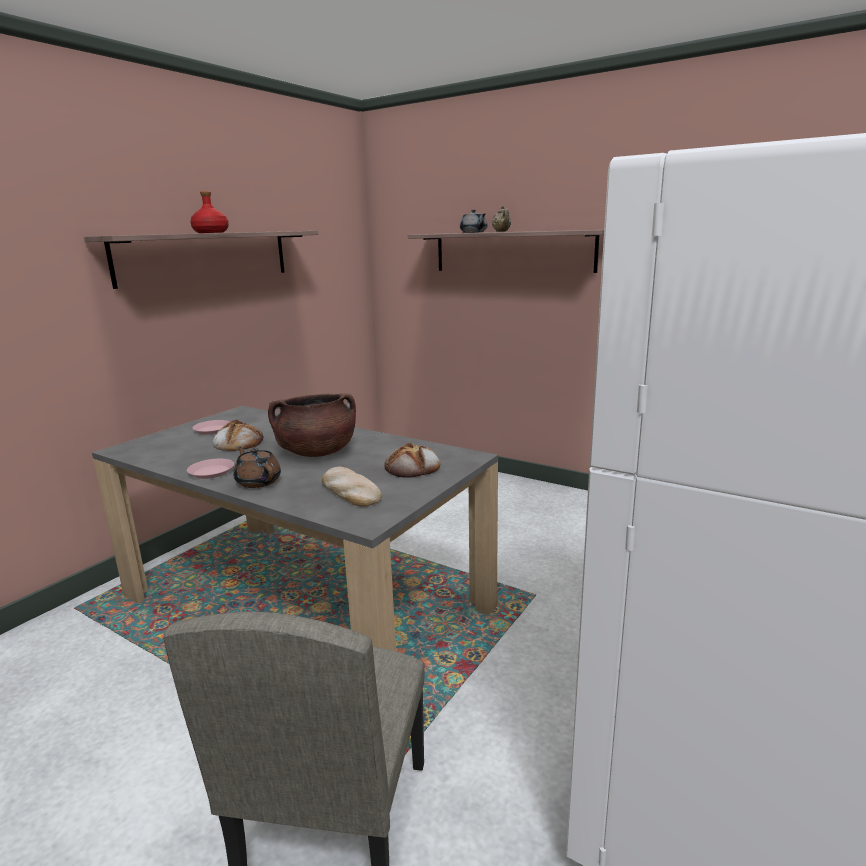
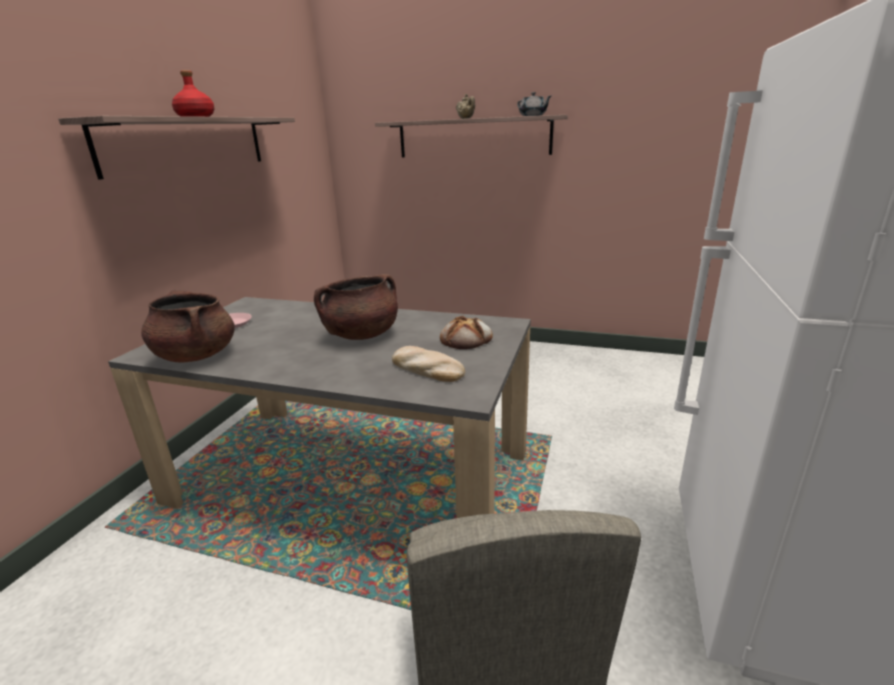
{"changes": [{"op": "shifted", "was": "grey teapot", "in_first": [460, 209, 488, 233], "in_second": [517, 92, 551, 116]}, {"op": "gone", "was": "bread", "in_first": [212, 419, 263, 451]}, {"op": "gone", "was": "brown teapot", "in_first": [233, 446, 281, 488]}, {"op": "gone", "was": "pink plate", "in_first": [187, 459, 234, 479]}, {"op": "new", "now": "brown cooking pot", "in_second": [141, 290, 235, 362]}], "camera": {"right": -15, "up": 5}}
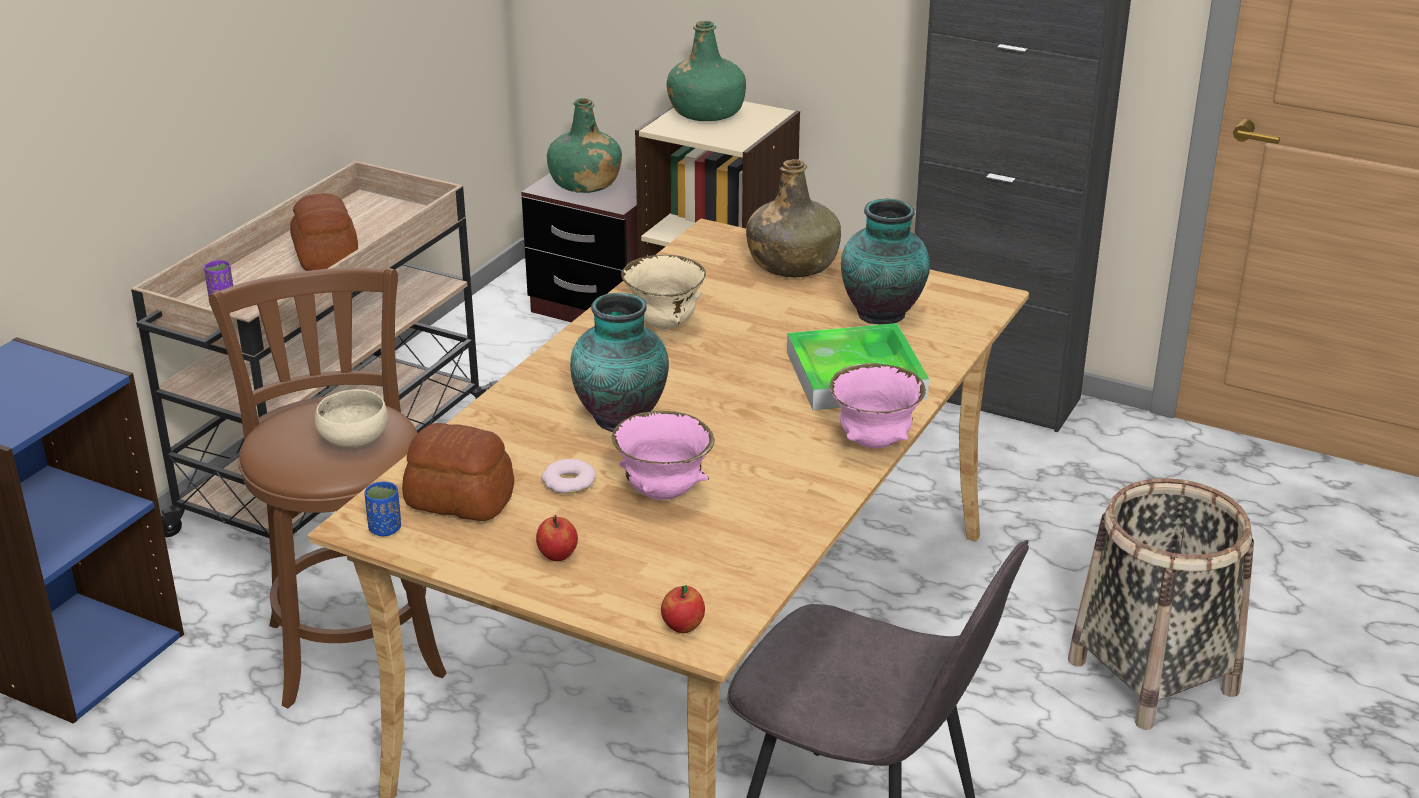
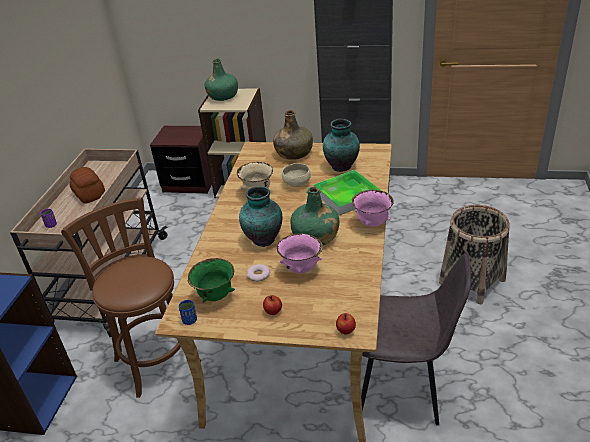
{"changes": [{"op": "shifted", "was": "green bottle", "in_first": [547, 98, 622, 193], "in_second": [290, 187, 339, 245]}, {"op": "shifted", "was": "beige bowl", "in_first": [315, 389, 388, 448], "in_second": [282, 163, 311, 187]}, {"op": "swapped", "was": "bread", "now": "green bowl", "in_first": [402, 423, 514, 521], "in_second": [188, 258, 235, 302]}], "camera": {"right": -15, "up": 5}}
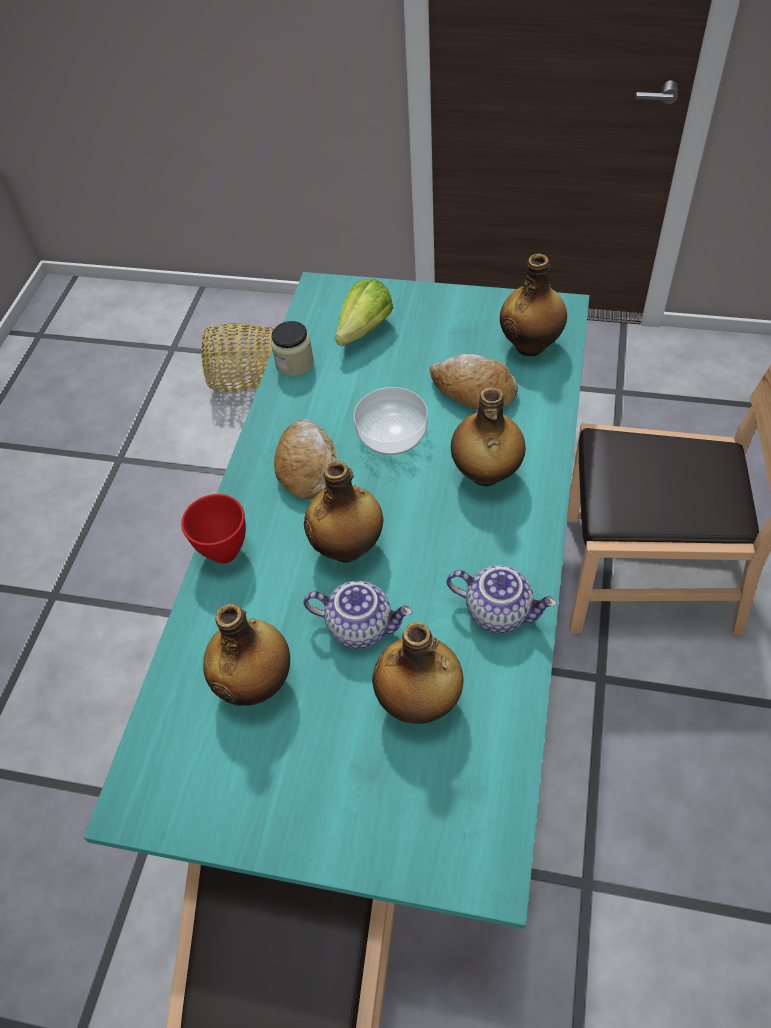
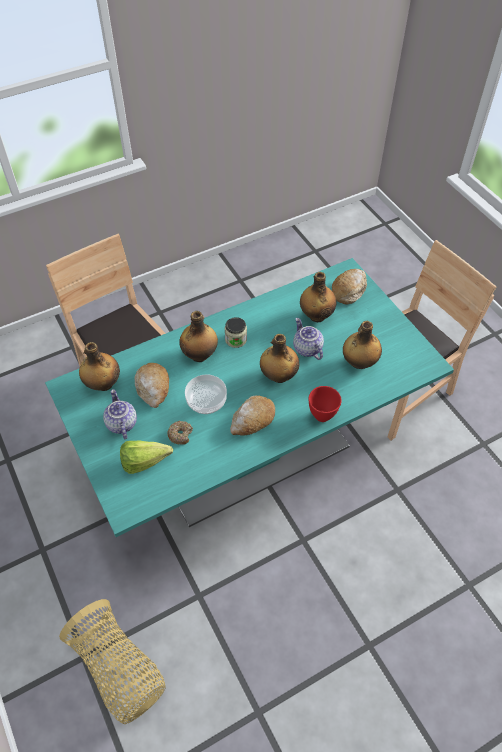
{"changes": [{"op": "shifted", "was": "jar", "in_first": [271, 321, 314, 376], "in_second": [225, 317, 247, 348]}, {"op": "shifted", "was": "teapot", "in_first": [447, 565, 557, 633], "in_second": [103, 389, 137, 439]}, {"op": "new", "now": "bread", "in_second": [332, 269, 367, 304]}, {"op": "new", "now": "donut", "in_second": [167, 421, 193, 445]}], "camera": {"right": -135, "up": 0}}
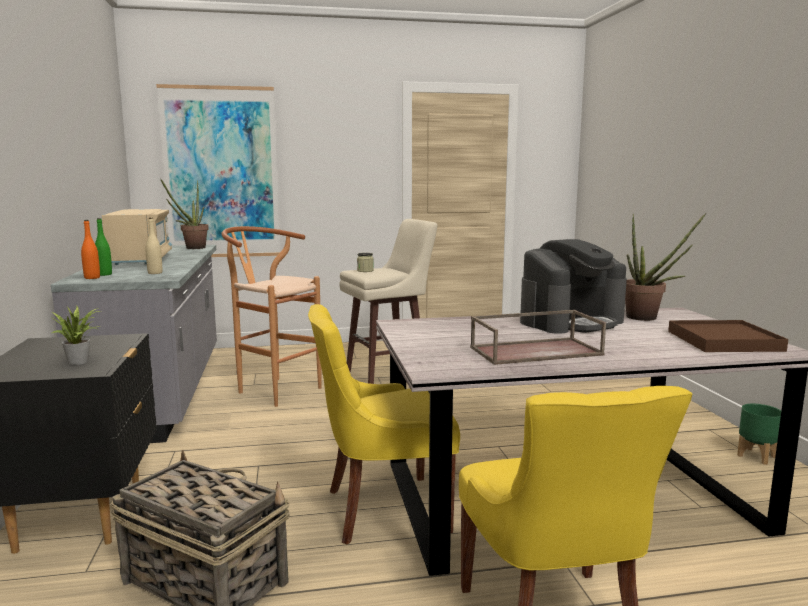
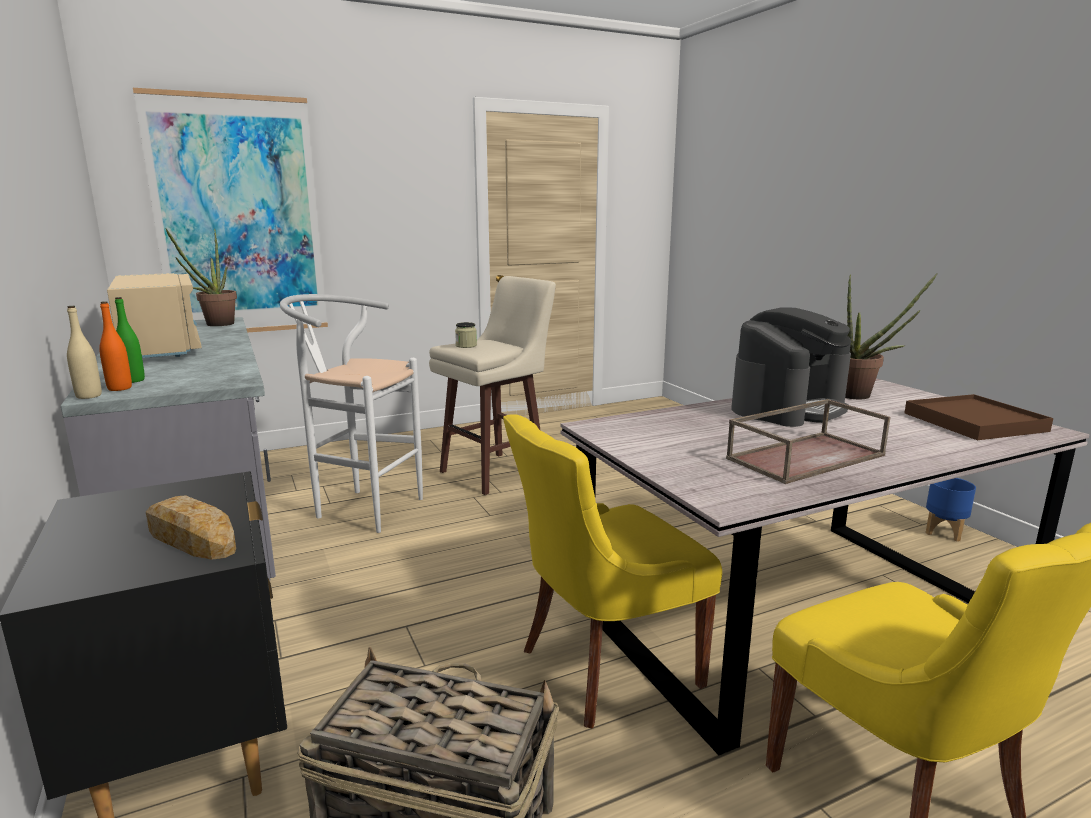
{"changes": [{"op": "shifted", "was": "beige bottle", "in_first": [145, 218, 162, 274], "in_second": [67, 306, 102, 399]}, {"op": "repainted", "was": "brown stool", "now": "white stool", "in_first": [221, 226, 322, 407], "in_second": [280, 294, 423, 533]}, {"op": "swapped", "was": "potted plant", "now": "bread", "in_first": [52, 306, 100, 365], "in_second": [146, 495, 236, 560]}, {"op": "repainted", "was": "green planter", "now": "blue planter", "in_first": [737, 404, 781, 465], "in_second": [926, 478, 976, 542]}], "camera": {"right": -15, "up": 5}}
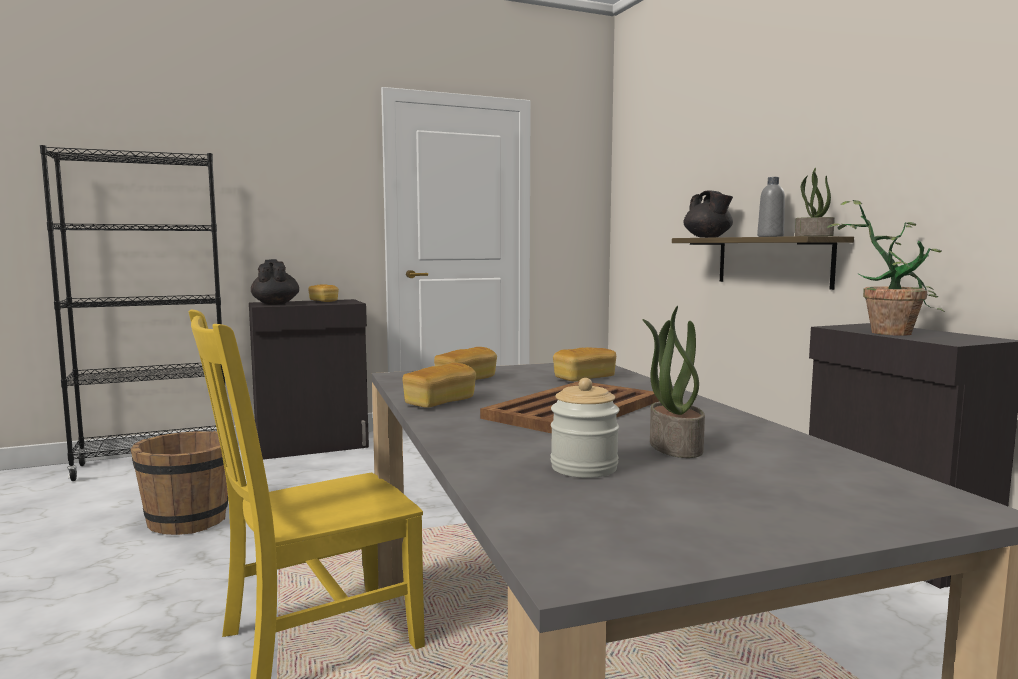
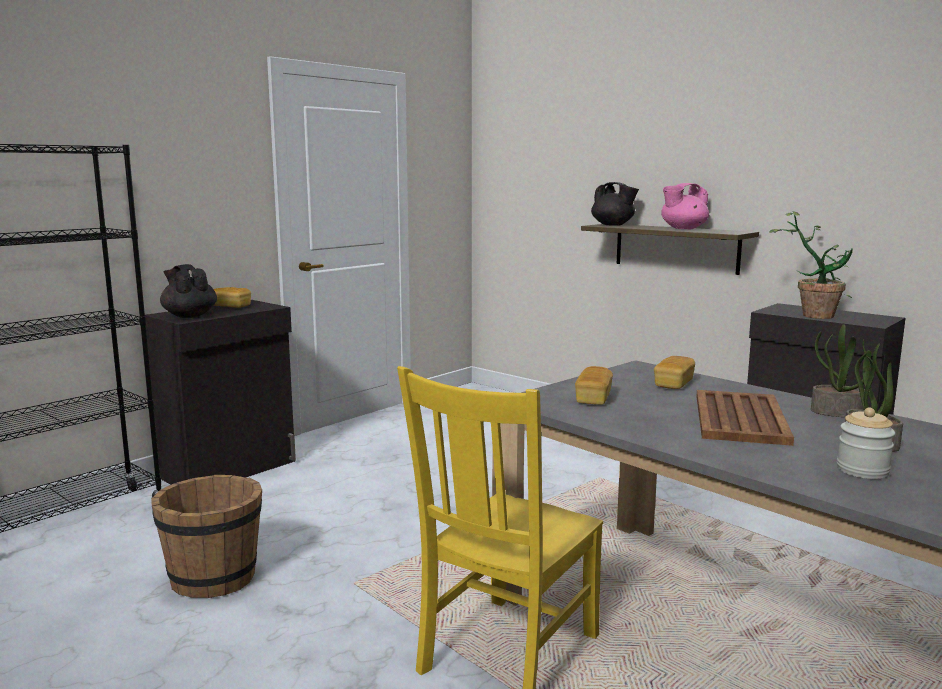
{"changes": [{"op": "shifted", "was": "potted plant", "in_first": [795, 168, 835, 236], "in_second": [811, 324, 871, 417]}, {"op": "swapped", "was": "grey bottle", "now": "pink teapot", "in_first": [757, 177, 785, 237], "in_second": [661, 183, 709, 229]}, {"op": "gone", "was": "bread", "in_first": [402, 363, 476, 408]}], "camera": {"right": -25, "up": 5}}
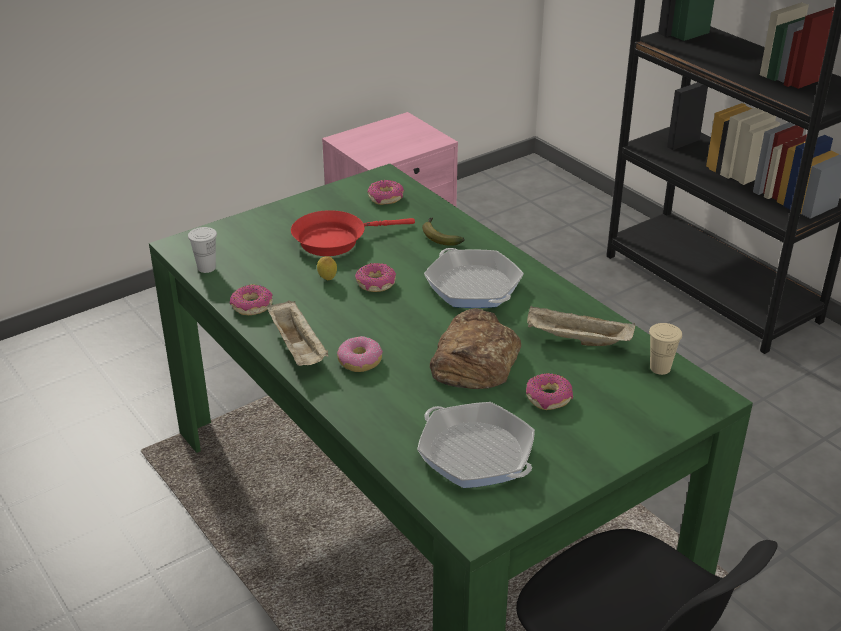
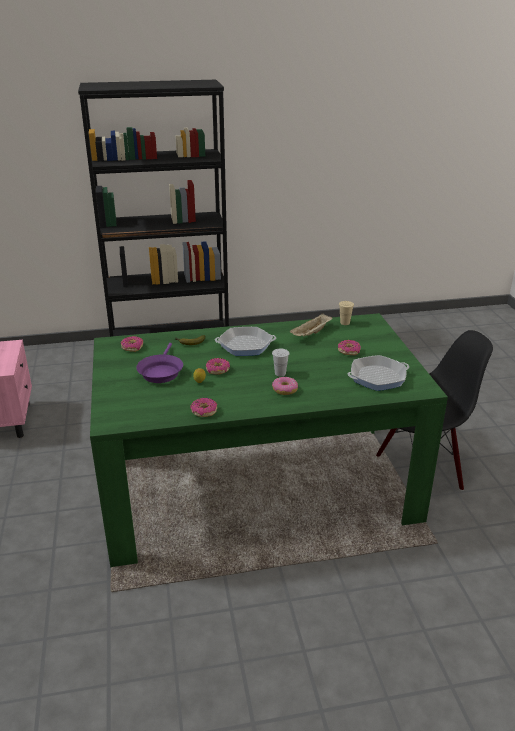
{"changes": [{"op": "repainted", "was": "red frying pan", "now": "purple frying pan", "in_first": [291, 210, 415, 256], "in_second": [136, 343, 183, 383]}, {"op": "shifted", "was": "white cup", "in_first": [188, 227, 217, 273], "in_second": [272, 349, 290, 377]}, {"op": "gone", "was": "beige tray", "in_first": [267, 300, 329, 366]}, {"op": "gone", "was": "bread", "in_first": [430, 308, 521, 389]}], "camera": {"right": -65, "up": -5}}
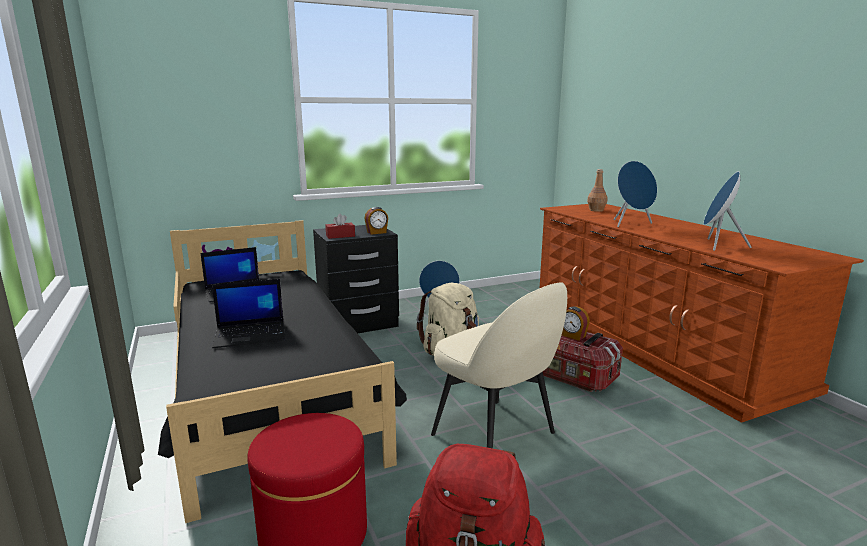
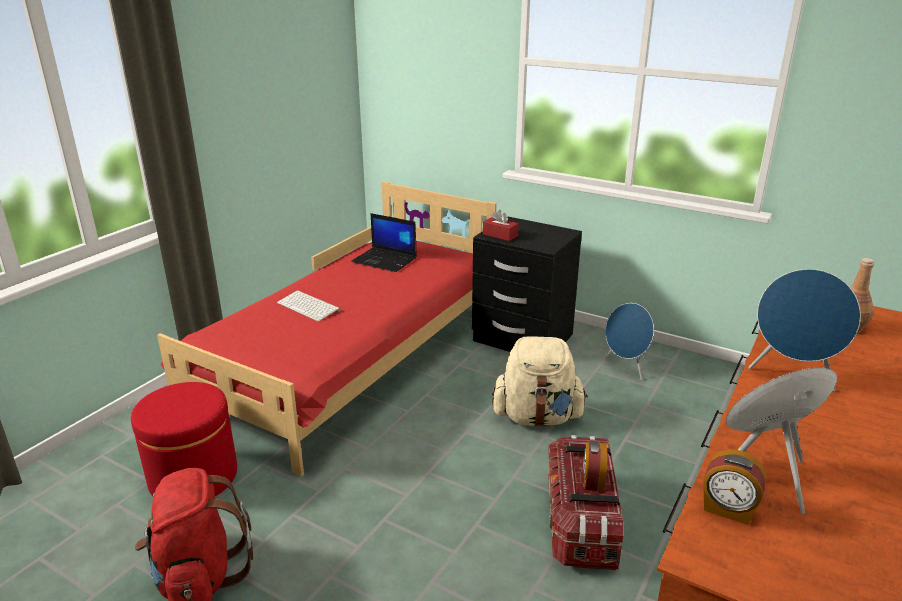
{"changes": [{"op": "shifted", "was": "alarm clock", "in_first": [364, 207, 388, 235], "in_second": [703, 449, 766, 525]}, {"op": "repainted", "was": "black bed", "now": "red bed", "in_first": [158, 220, 407, 523], "in_second": [157, 182, 497, 477]}, {"op": "swapped", "was": "laptop", "now": "keyboard", "in_first": [212, 279, 285, 348], "in_second": [277, 290, 341, 321]}, {"op": "gone", "was": "beige chair", "in_first": [431, 282, 567, 449]}], "camera": {"right": 55, "up": 10}}
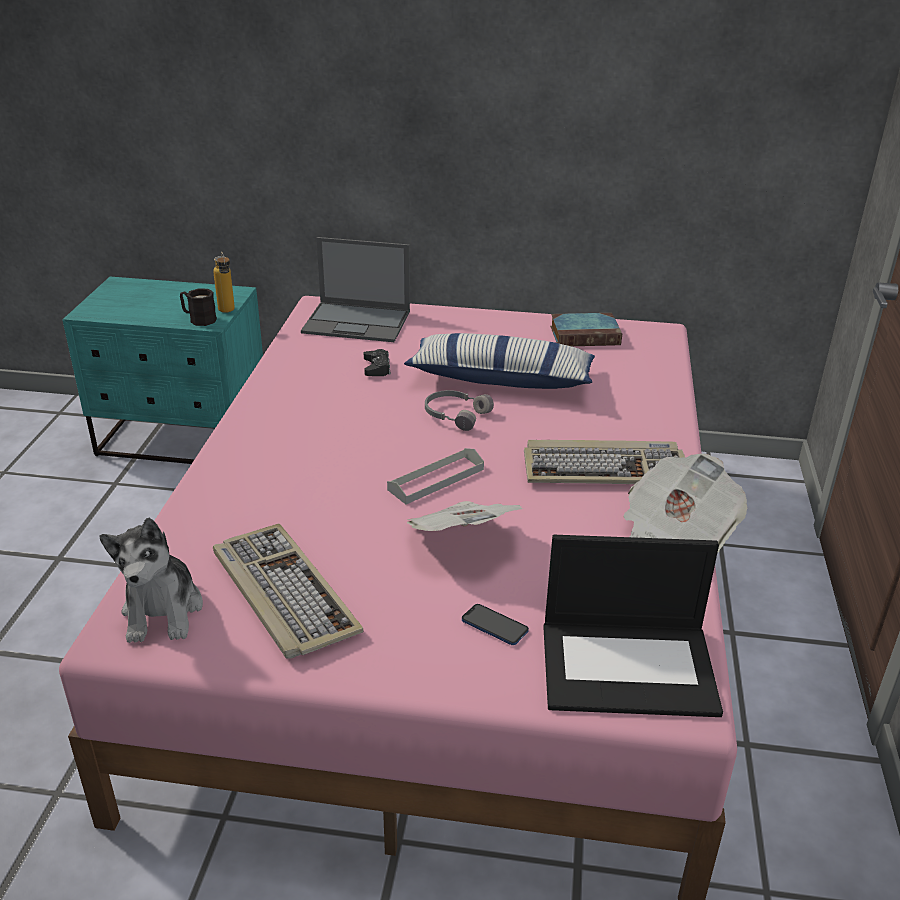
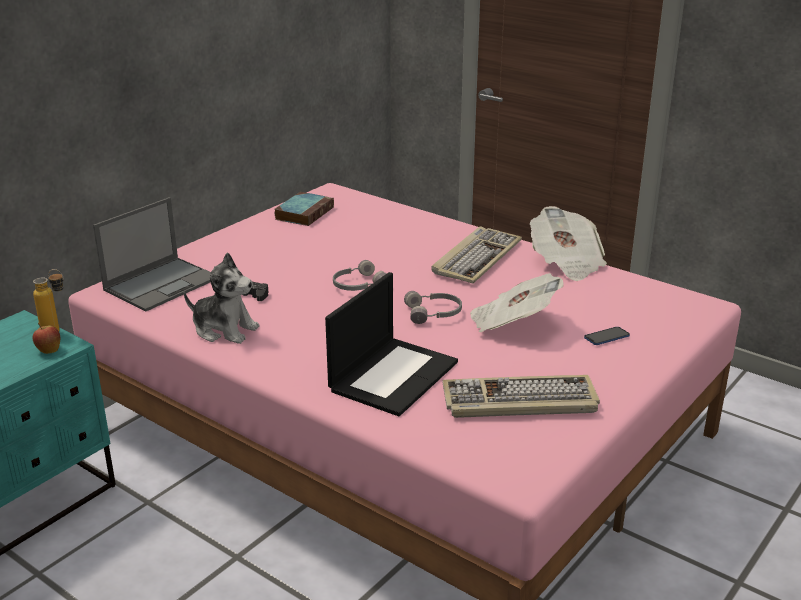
{"changes": [{"op": "swapped", "was": "black mug", "now": "apple", "in_first": [180, 288, 217, 326], "in_second": [33, 323, 60, 354]}, {"op": "gone", "was": "pillow", "in_first": [404, 333, 595, 389]}, {"op": "swapped", "was": "grey tray", "now": "grey headphones", "in_first": [387, 448, 484, 504], "in_second": [404, 291, 462, 324]}, {"op": "shifted", "was": "plush toy", "in_first": [99, 518, 203, 643], "in_second": [184, 252, 260, 344]}, {"op": "shifted", "was": "laptop", "in_first": [543, 535, 723, 717], "in_second": [325, 272, 458, 416]}], "camera": {"right": -60, "up": -5}}
